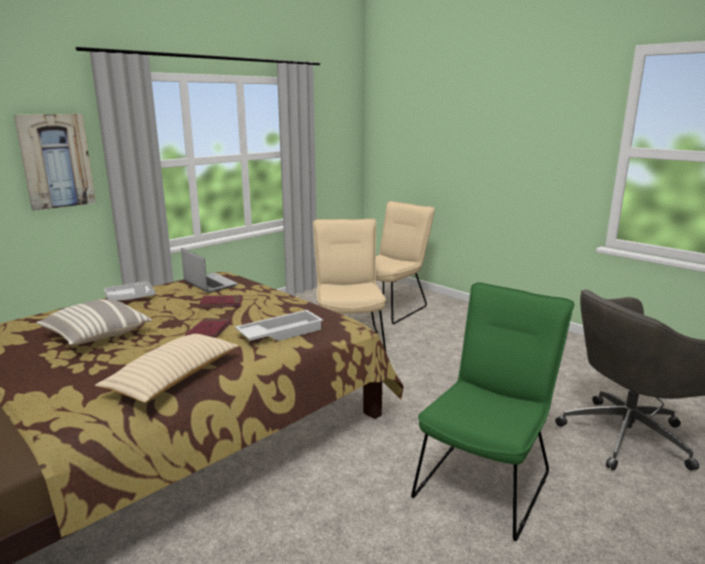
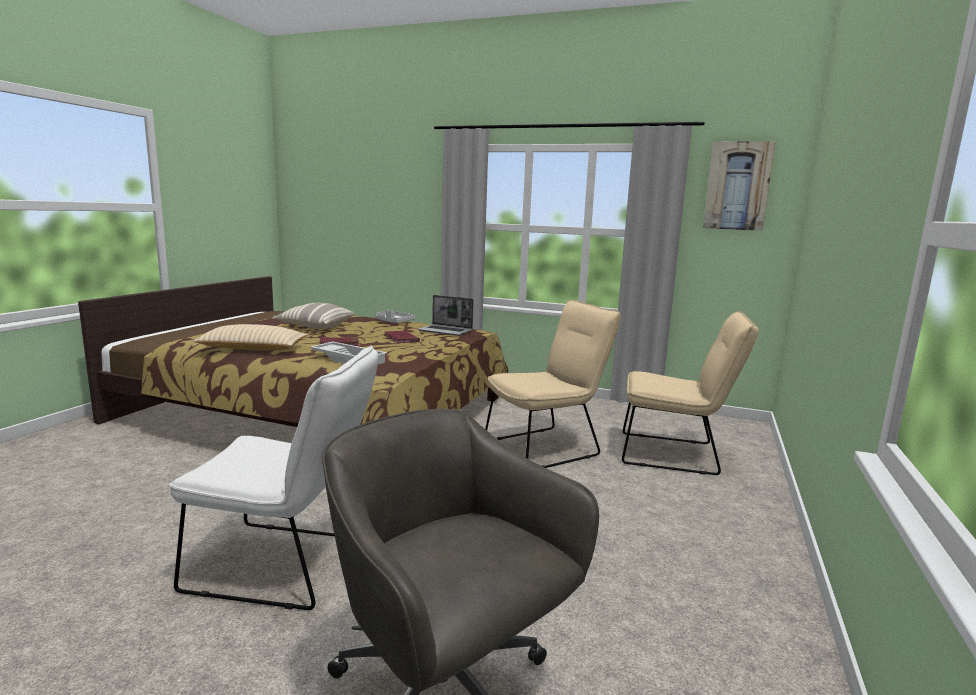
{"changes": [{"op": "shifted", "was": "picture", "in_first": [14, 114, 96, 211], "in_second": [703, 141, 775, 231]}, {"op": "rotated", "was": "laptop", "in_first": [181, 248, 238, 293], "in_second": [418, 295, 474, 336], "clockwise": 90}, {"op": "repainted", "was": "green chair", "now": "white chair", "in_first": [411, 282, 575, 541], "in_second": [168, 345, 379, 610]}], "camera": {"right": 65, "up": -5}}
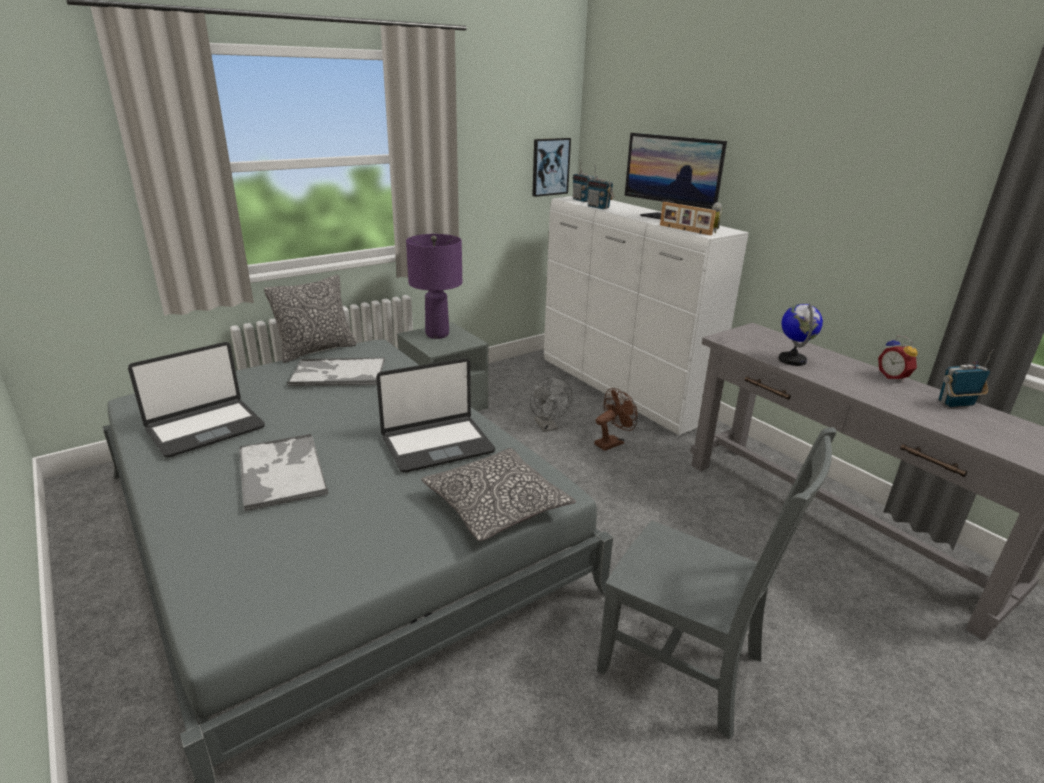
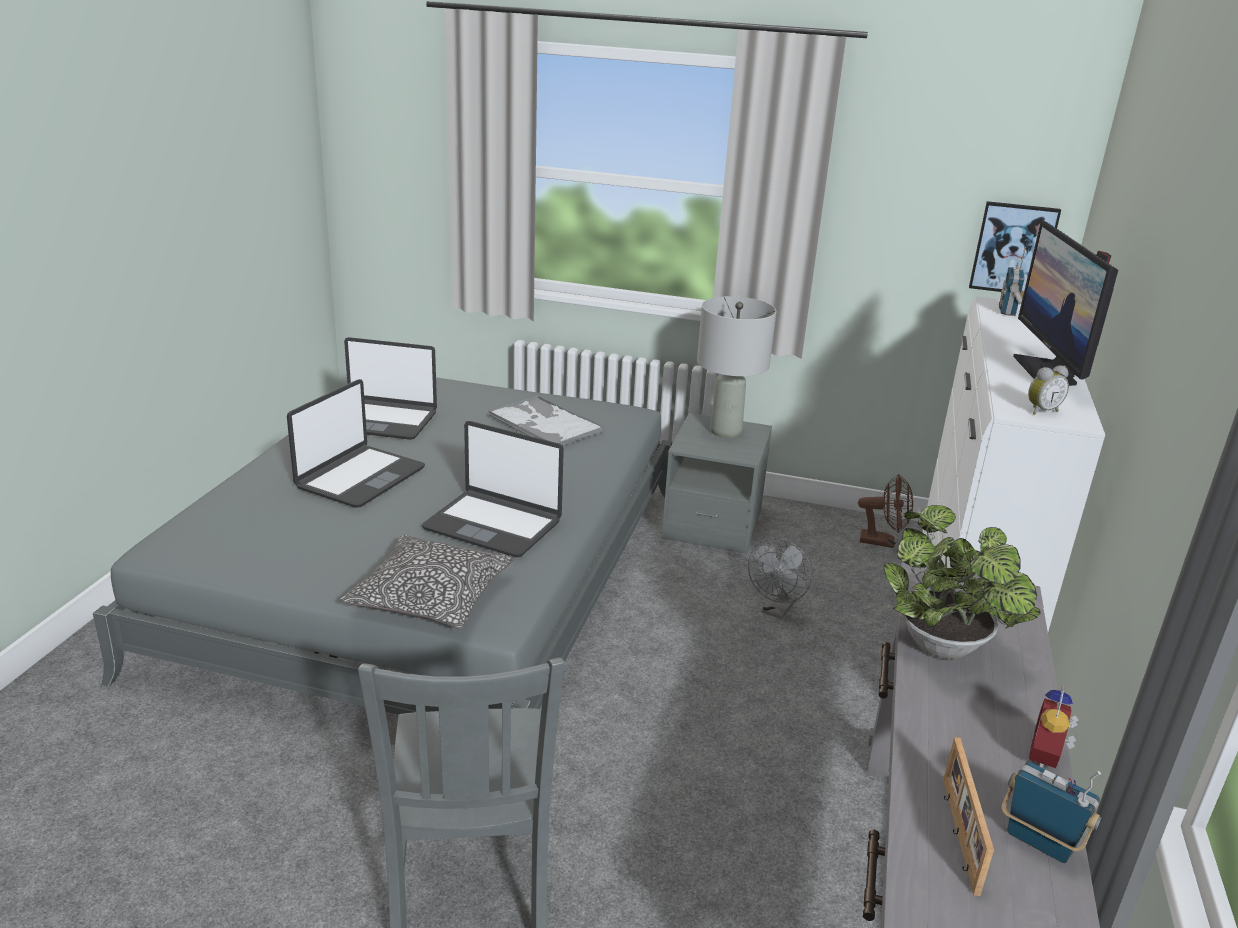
{"changes": [{"op": "gone", "was": "radio", "in_first": [587, 166, 614, 209]}, {"op": "shifted", "was": "picture frame", "in_first": [660, 202, 716, 235], "in_second": [943, 737, 994, 896]}, {"op": "repainted", "was": "purple table lamp", "now": "grey table lamp", "in_first": [406, 234, 462, 339], "in_second": [697, 296, 776, 438]}, {"op": "gone", "was": "pillow", "in_first": [264, 275, 356, 363]}, {"op": "swapped", "was": "globe", "now": "potted plant", "in_first": [779, 303, 823, 366], "in_second": [884, 505, 1041, 659]}, {"op": "shifted", "was": "brown fan", "in_first": [594, 388, 637, 451], "in_second": [858, 474, 913, 548]}, {"op": "swapped", "was": "tray", "now": "laptop", "in_first": [239, 434, 329, 511], "in_second": [287, 379, 425, 508]}], "camera": {"right": 50, "up": 0}}
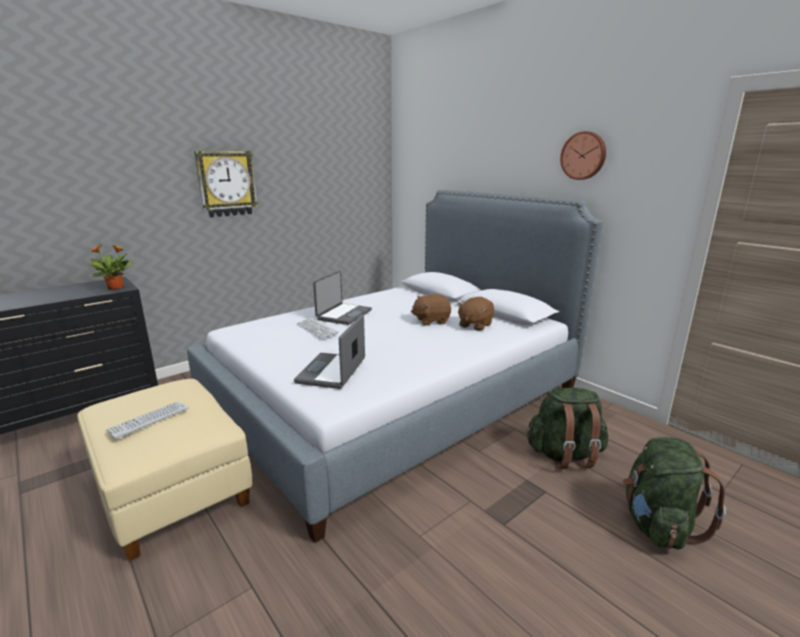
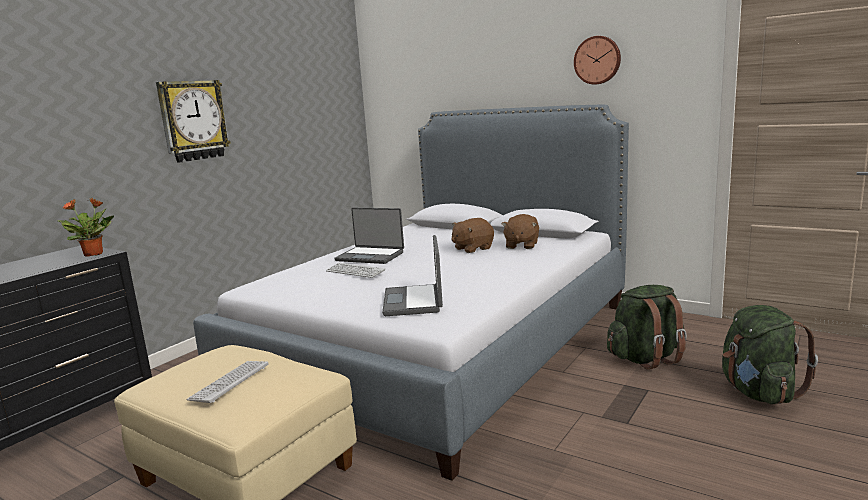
{"changes": [{"op": "rotated", "was": "laptop", "in_first": [313, 271, 372, 325], "in_second": [334, 208, 404, 264], "clockwise": 105}], "camera": {"right": -15, "up": -5}}
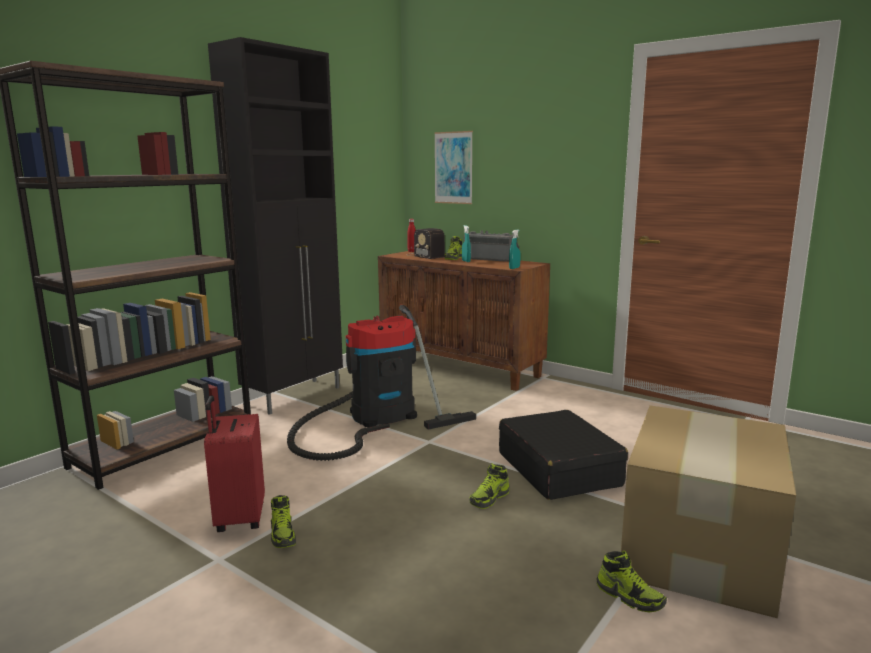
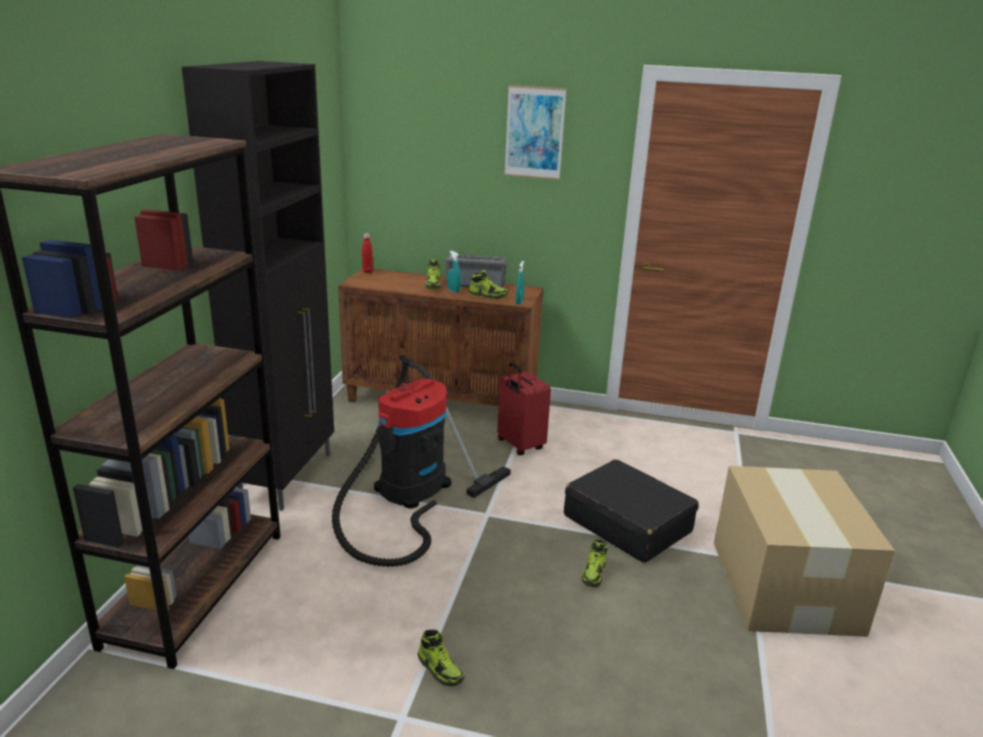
{"changes": [{"op": "shifted", "was": "picture", "in_first": [434, 131, 473, 204], "in_second": [504, 85, 566, 180]}, {"op": "gone", "was": "radio", "in_first": [407, 228, 445, 259]}, {"op": "shifted", "was": "red suitcase", "in_first": [204, 396, 265, 532], "in_second": [497, 362, 551, 455]}, {"op": "shifted", "was": "shoe", "in_first": [597, 551, 667, 613], "in_second": [469, 270, 509, 299]}], "camera": {"right": -25, "up": 10}}
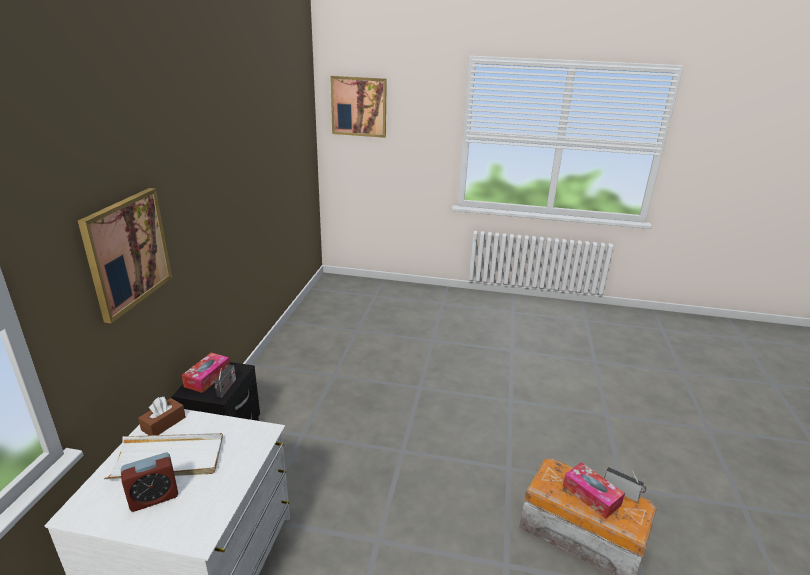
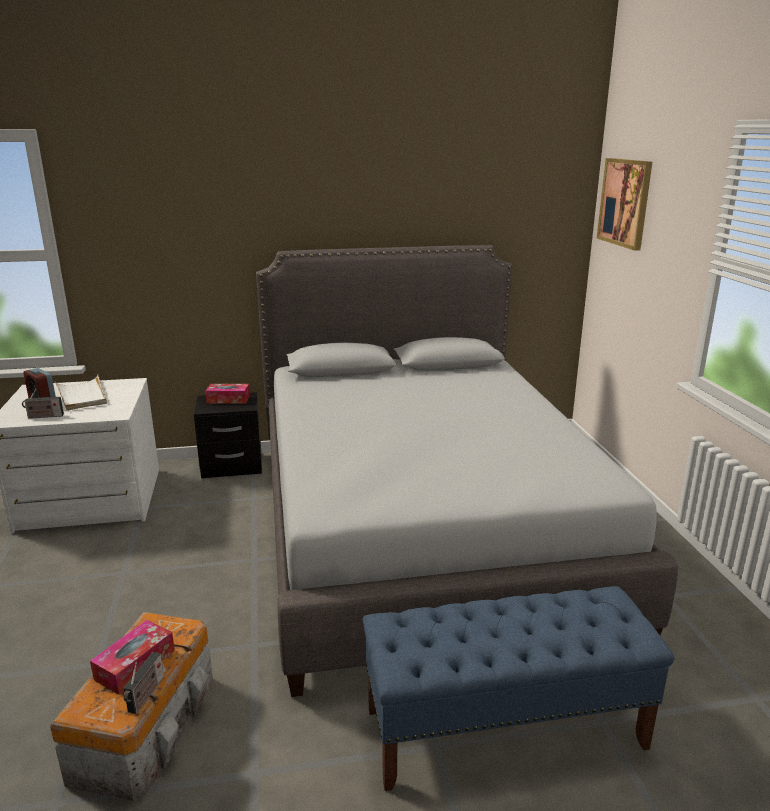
{"changes": [{"op": "gone", "was": "picture", "in_first": [78, 188, 172, 323]}, {"op": "shifted", "was": "radio", "in_first": [215, 365, 236, 398], "in_second": [22, 389, 64, 419]}, {"op": "gone", "was": "brown tissue box", "in_first": [138, 397, 186, 435]}, {"op": "new", "now": "grey bed", "in_second": [256, 245, 678, 697]}, {"op": "new", "now": "blue bench", "in_second": [363, 586, 675, 791]}], "camera": {"right": 70, "up": -5}}
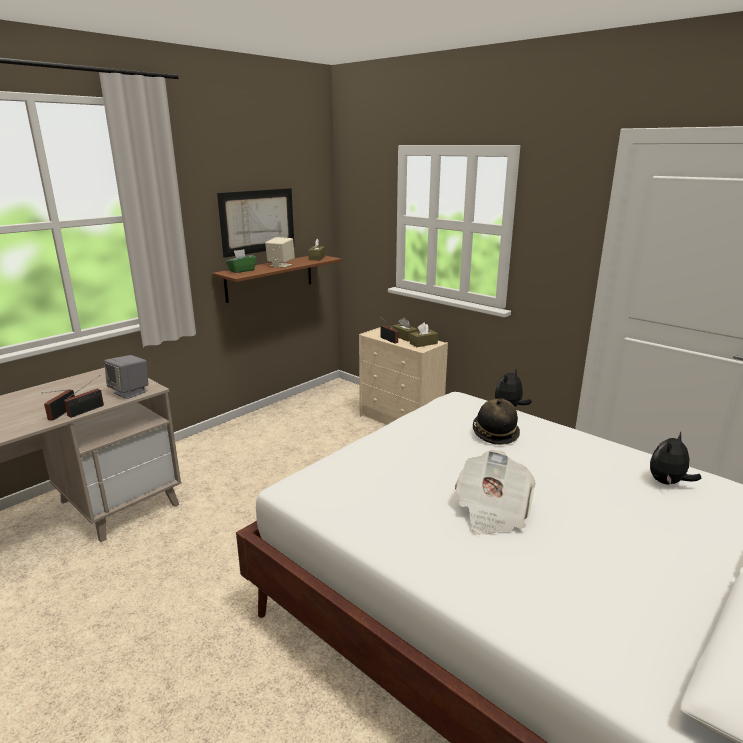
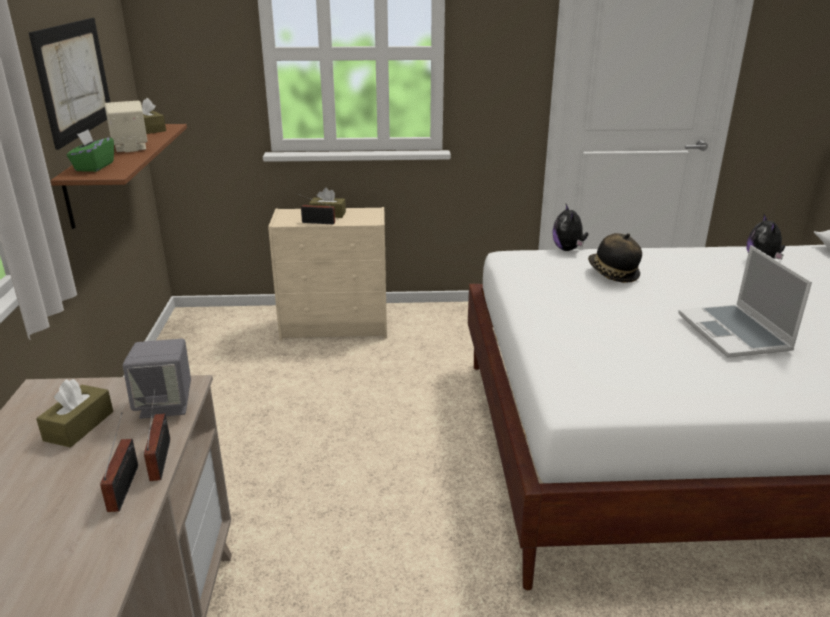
{"changes": [{"op": "shifted", "was": "brown tissue box", "in_first": [410, 323, 438, 347], "in_second": [36, 379, 113, 448]}, {"op": "rotated", "was": "radio", "in_first": [44, 389, 75, 420], "in_second": [100, 412, 138, 512], "clockwise": -150}, {"op": "swapped", "was": "newspaper", "now": "laptop", "in_first": [455, 450, 536, 535], "in_second": [678, 245, 812, 358]}], "camera": {"right": -45, "up": 5}}
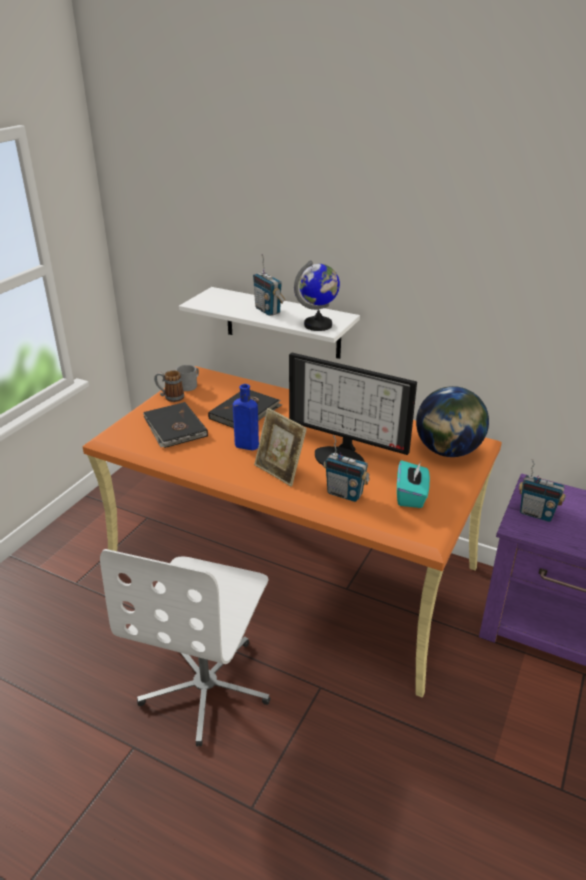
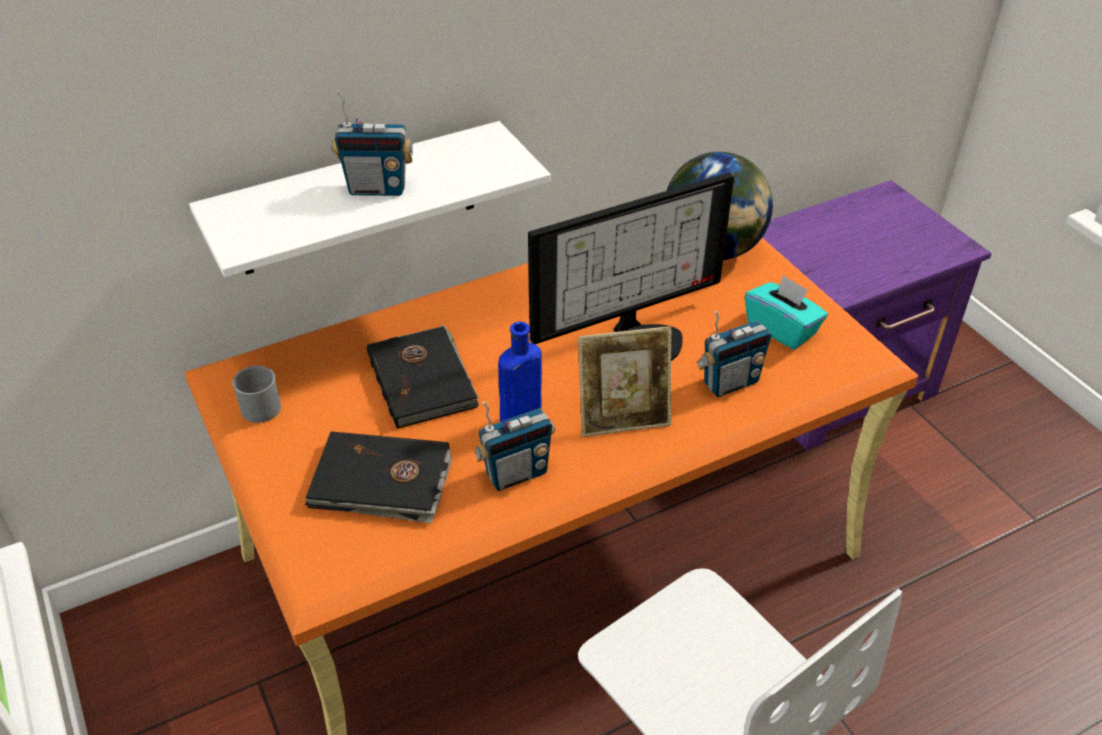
{"changes": [{"op": "gone", "was": "globe", "in_first": [294, 260, 340, 331]}, {"op": "gone", "was": "mug", "in_first": [154, 370, 184, 402]}, {"op": "shifted", "was": "radio", "in_first": [518, 459, 566, 522], "in_second": [474, 401, 555, 491]}], "camera": {"right": -55, "up": 10}}
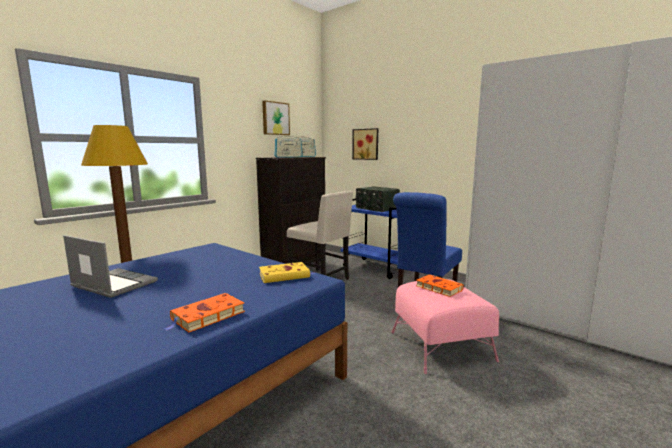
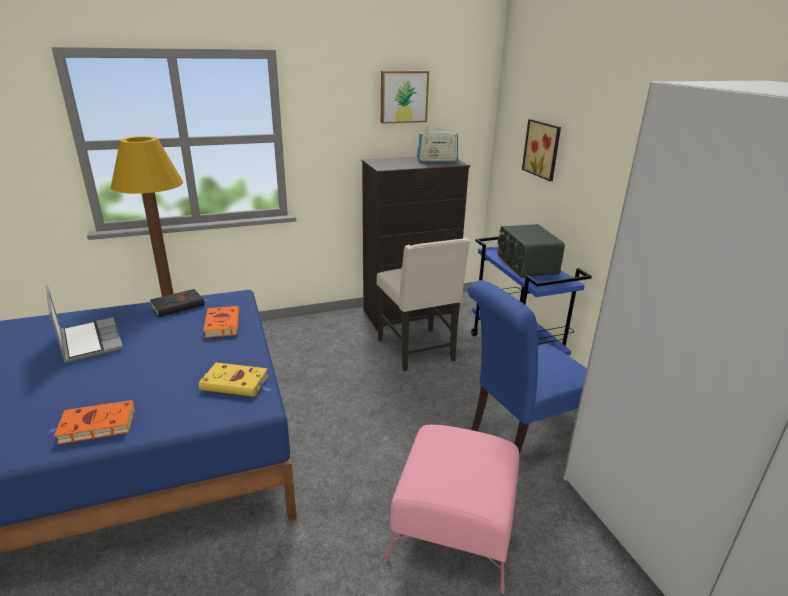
{"changes": [{"op": "gone", "was": "radio", "in_first": [274, 133, 303, 157]}, {"op": "shifted", "was": "orange book", "in_first": [416, 275, 464, 297], "in_second": [203, 306, 239, 338]}, {"op": "new", "now": "black book", "in_second": [150, 289, 209, 317]}], "camera": {"right": 30, "up": 15}}
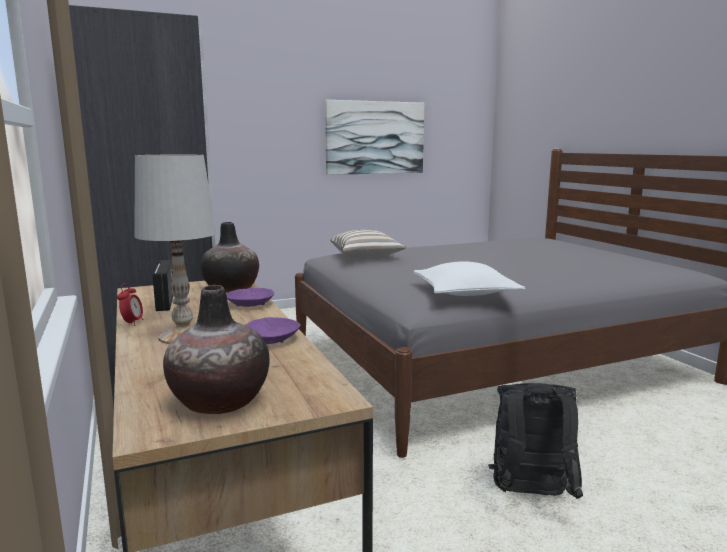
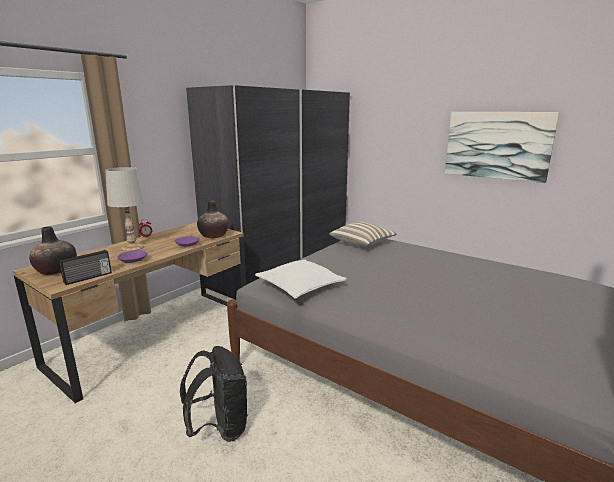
{"changes": [{"op": "shifted", "was": "radio", "in_first": [153, 260, 173, 311], "in_second": [59, 250, 112, 285]}], "camera": {"right": 60, "up": 5}}
